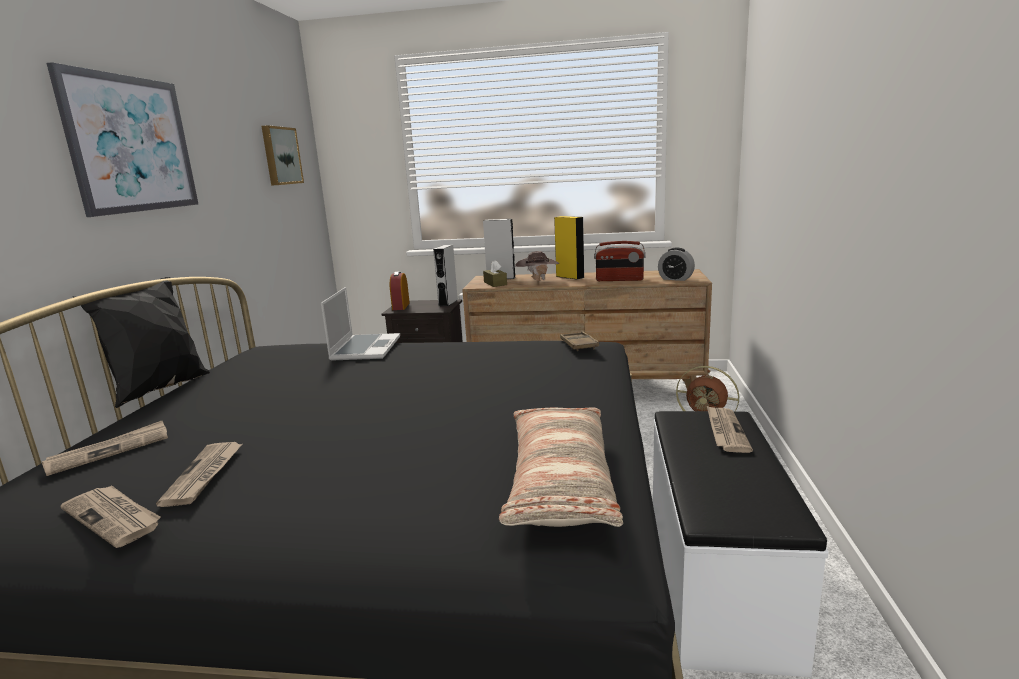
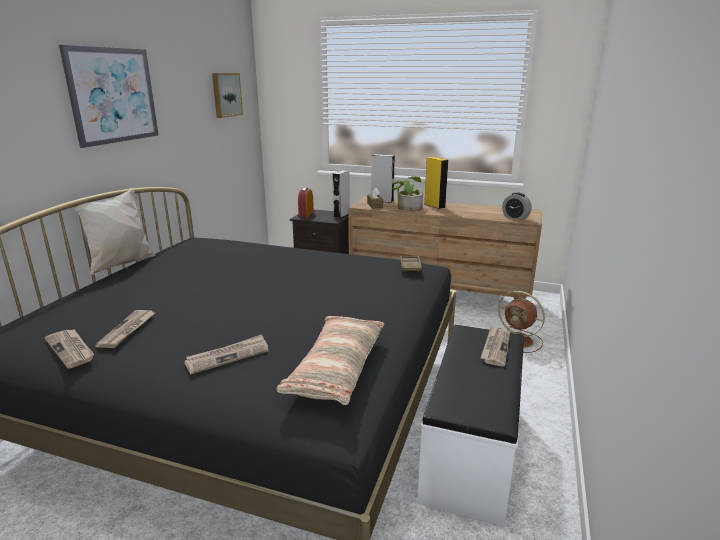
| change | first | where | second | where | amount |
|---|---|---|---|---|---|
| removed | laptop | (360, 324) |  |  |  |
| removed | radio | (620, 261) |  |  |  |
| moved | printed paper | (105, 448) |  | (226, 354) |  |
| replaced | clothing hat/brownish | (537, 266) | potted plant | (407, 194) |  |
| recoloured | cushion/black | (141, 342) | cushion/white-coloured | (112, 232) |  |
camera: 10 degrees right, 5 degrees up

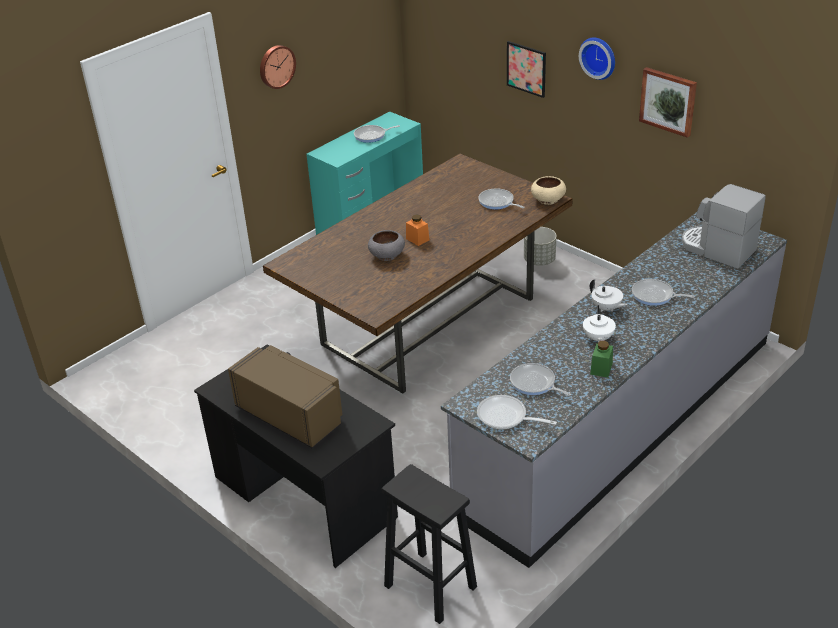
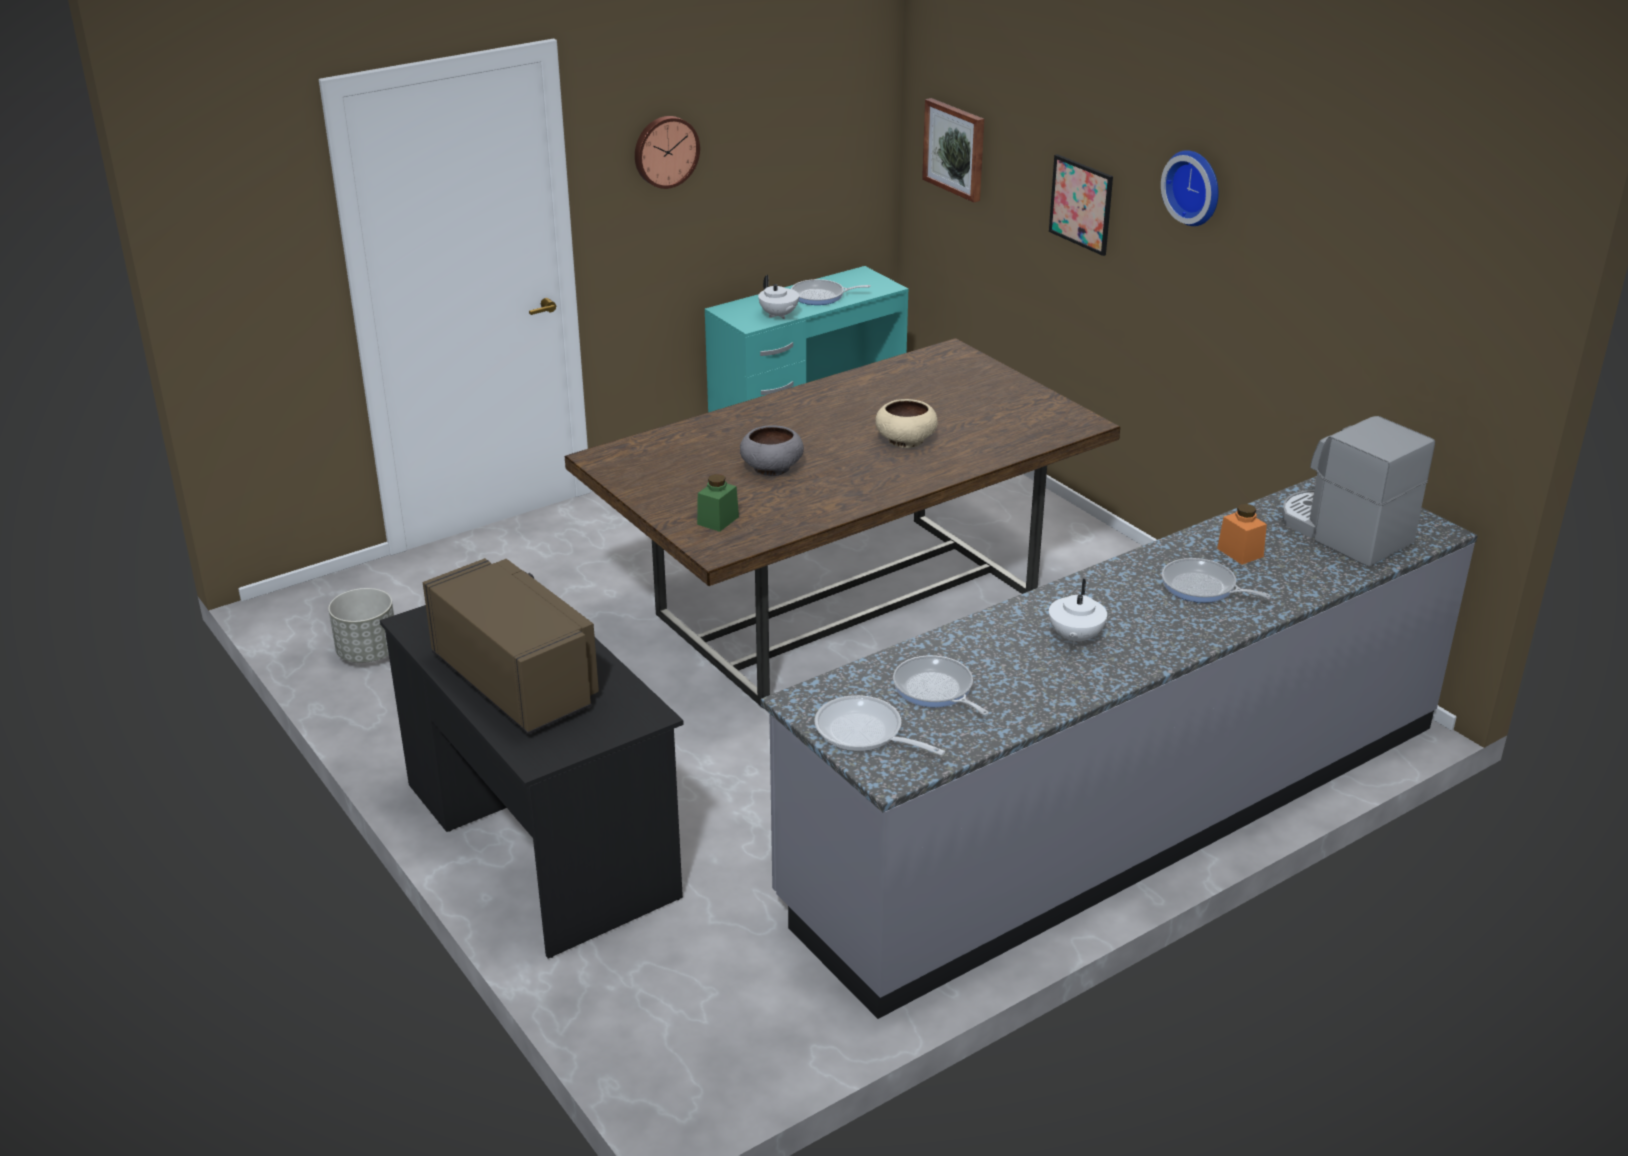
| change | first | where | second | where | amount |
|---|---|---|---|---|---|
| removed | stool seat/black | (429, 544) |  |  |  |
| removed | frying pan | (501, 199) |  |  |  |
| moved | preserve jar/orange | (417, 230) |  | (1242, 534) |  |
| moved | planter/greyish | (540, 246) |  | (361, 625) |  |
| moved | deep dish/beige | (548, 190) |  | (906, 423) |  |
| moved | pot for tea/white-coloured | (608, 295) |  | (778, 297) |  |
| moved | preserve jar/green | (601, 359) |  | (718, 503) |  |
| moved | wall picture | (668, 102) |  | (953, 150) |  |
camera: 10 degrees right, 5 degrees down

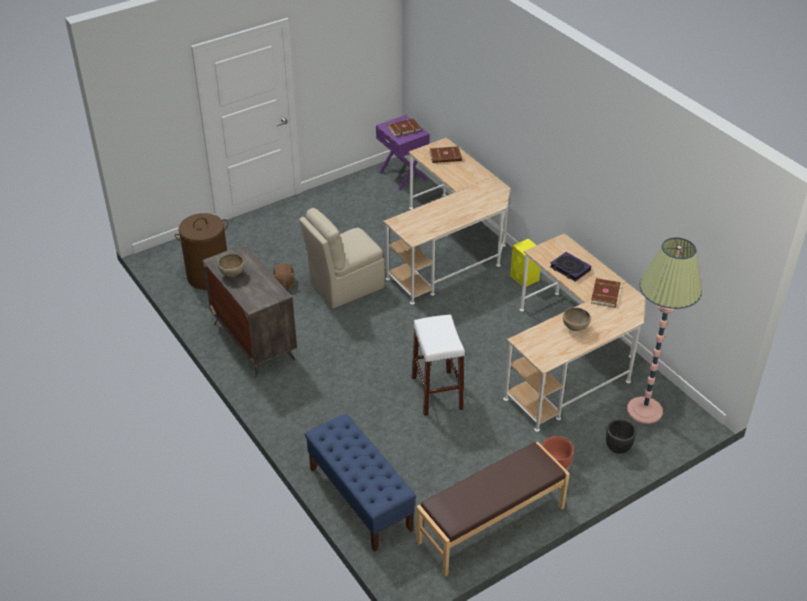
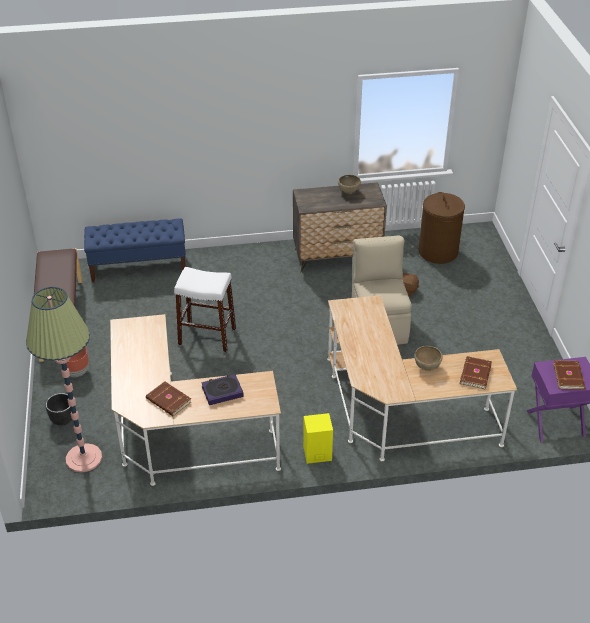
| change | first | where | second | where | amount |
|---|---|---|---|---|---|
| moved | deep dish/brownish | (577, 319) |  | (428, 358) |  |
camera: 115 degrees right, 0 degrees up

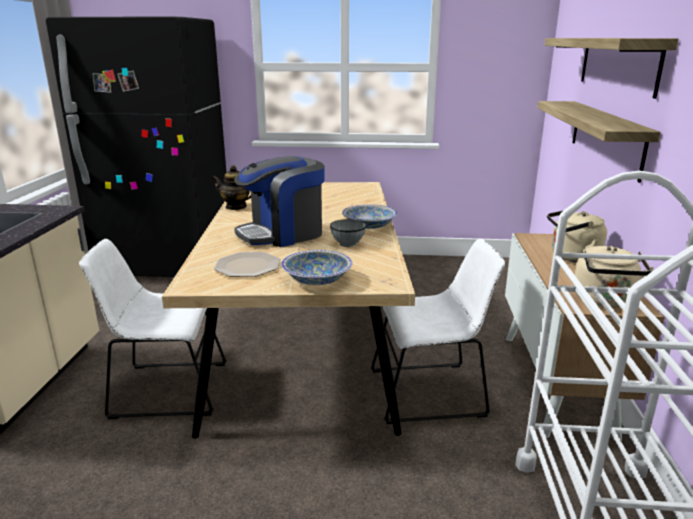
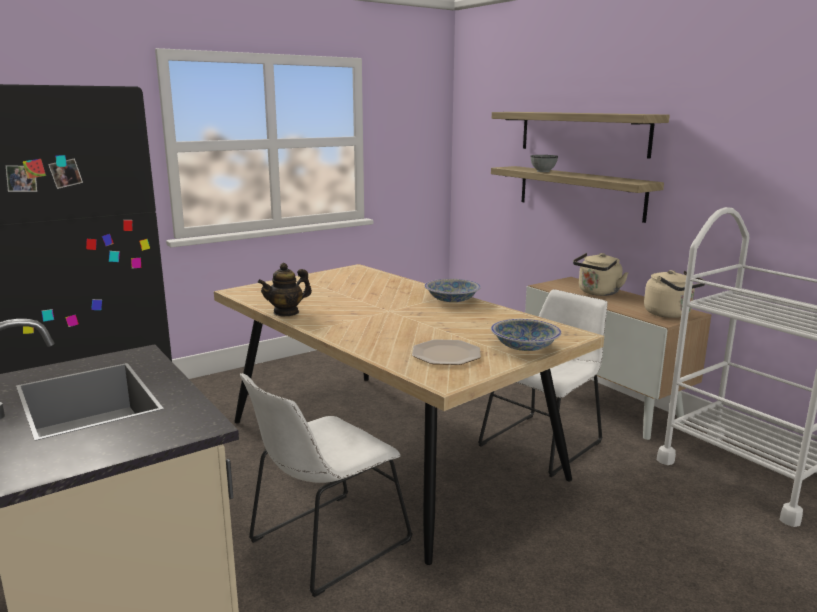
| change | first | where | second | where | amount |
|---|---|---|---|---|---|
| removed | coffee maker | (279, 201) |  |  |  |
| moved | deep dish/greyish | (348, 233) |  | (544, 163) |  |
camera: 40 degrees left, 5 degrees down

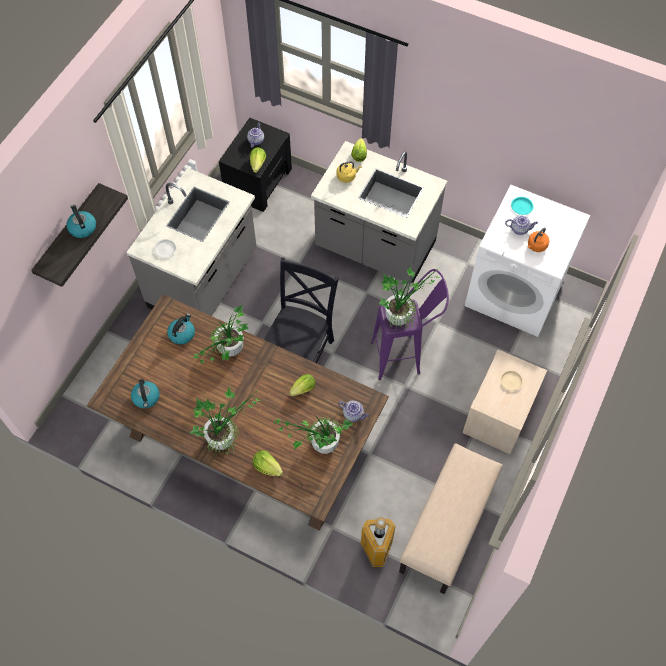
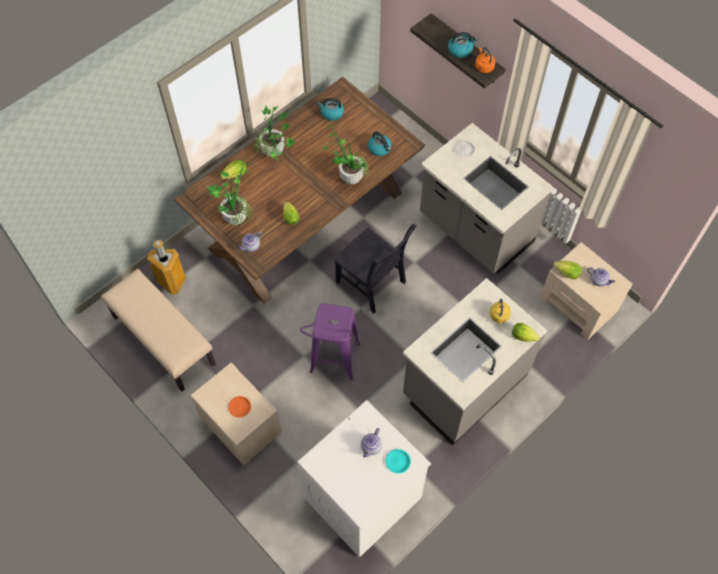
| change | first | where | second | where | amount |
|---|---|---|---|---|---|
| removed | potted plant | (409, 298) |  |  |  |
| moved | tea kettle/orange | (538, 240) |  | (485, 60) |  |
| recoloured | bedside table/black | (255, 165) | bedside table/beige | (586, 291) |  |
| recoloured | dinner plate/beige | (511, 380) | dinner plate/orange | (239, 407) |  |
camera: 110 degrees right, 0 degrees up

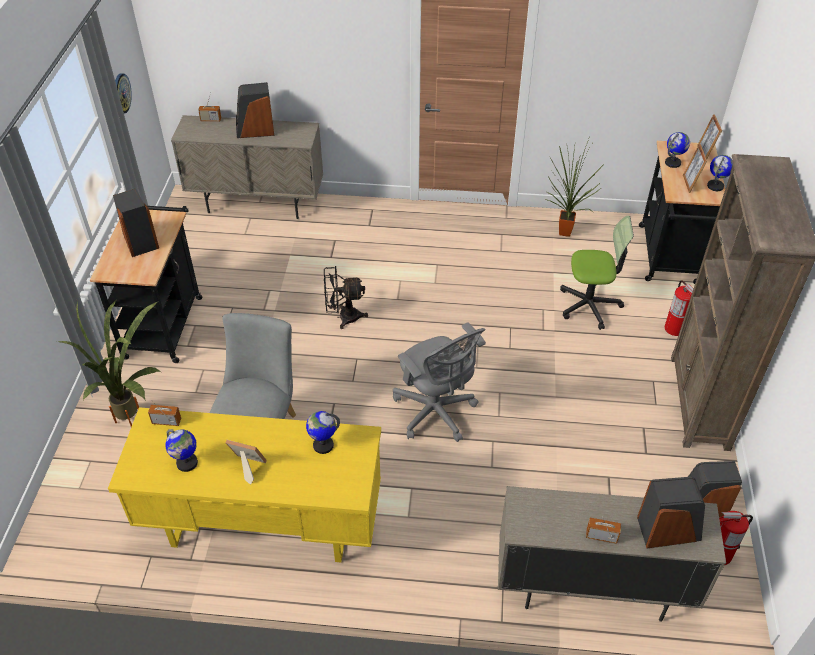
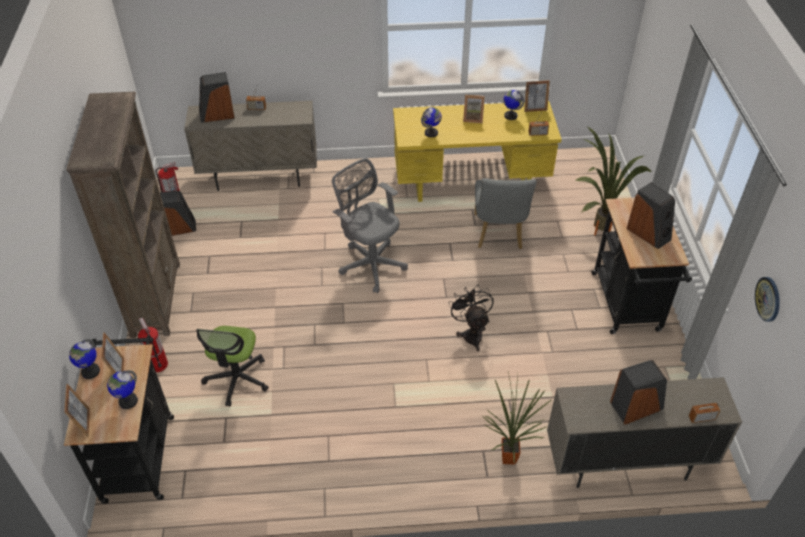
| change | first | where | second | where | amount |
|---|---|---|---|---|---|
| added |  |  | photo frame | (537, 96) |  |
| moved | potted plant | (575, 188) |  | (517, 418) |  |
| turned | fan/black | (346, 297) |  | (471, 317) | 90 degrees counterclockwise |
| turned | computer chair | (597, 273) |  | (232, 366) | 75 degrees counterclockwise |
camera: 170 degrees right, 0 degrees up

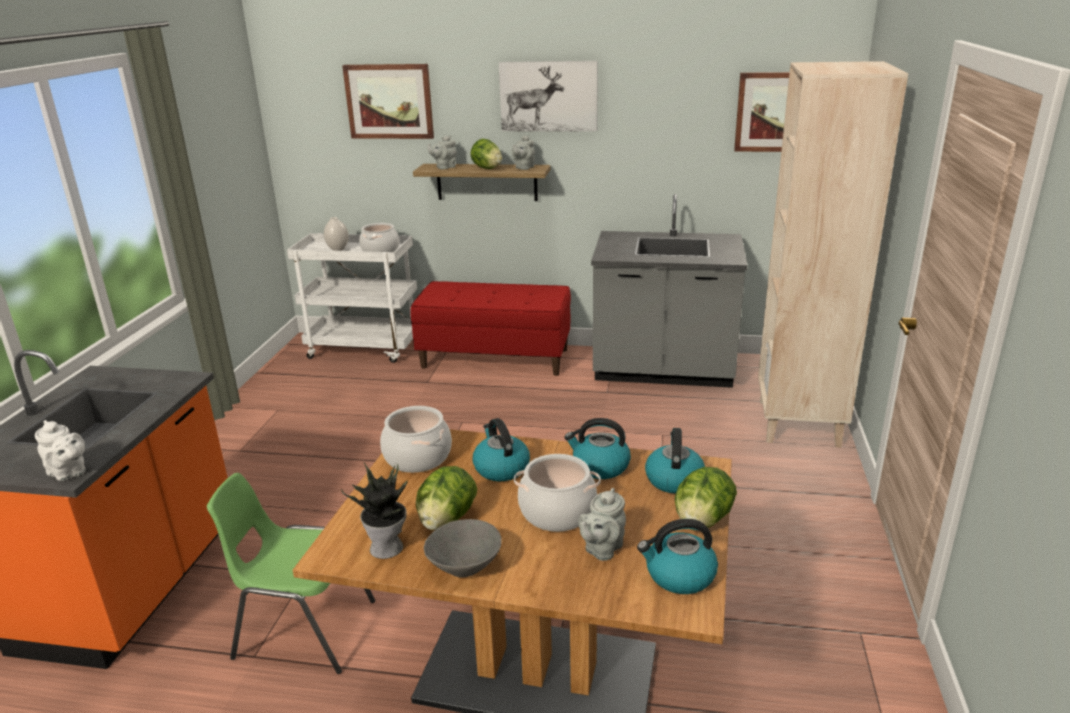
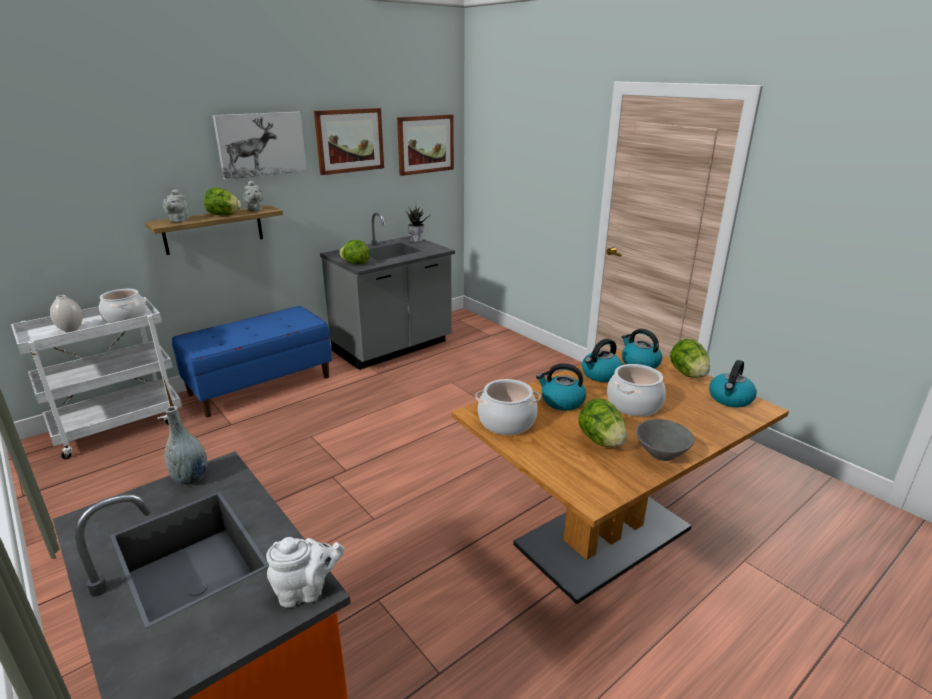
| change | first | where | second | where | amount |
|---|---|---|---|---|---|
| removed | upright chair/green | (291, 573) |  |  |  |
| removed | pot for tea/greyish | (602, 524) |  |  |  |
| removed | bookshelf/beige | (833, 254) |  |  |  |
| added |  |  | decorative vase/greyish | (185, 445) |  |
| added |  |  | lettuce | (354, 252) |  |
| moved | potted plant | (374, 511) |  | (417, 224) |  |
| moved | wall picture | (388, 101) |  | (349, 141) |  |
| recoloured | bench/reddish | (490, 328) | bench/blue-coloured | (252, 361) |  |
camera: 50 degrees left, 0 degrees up

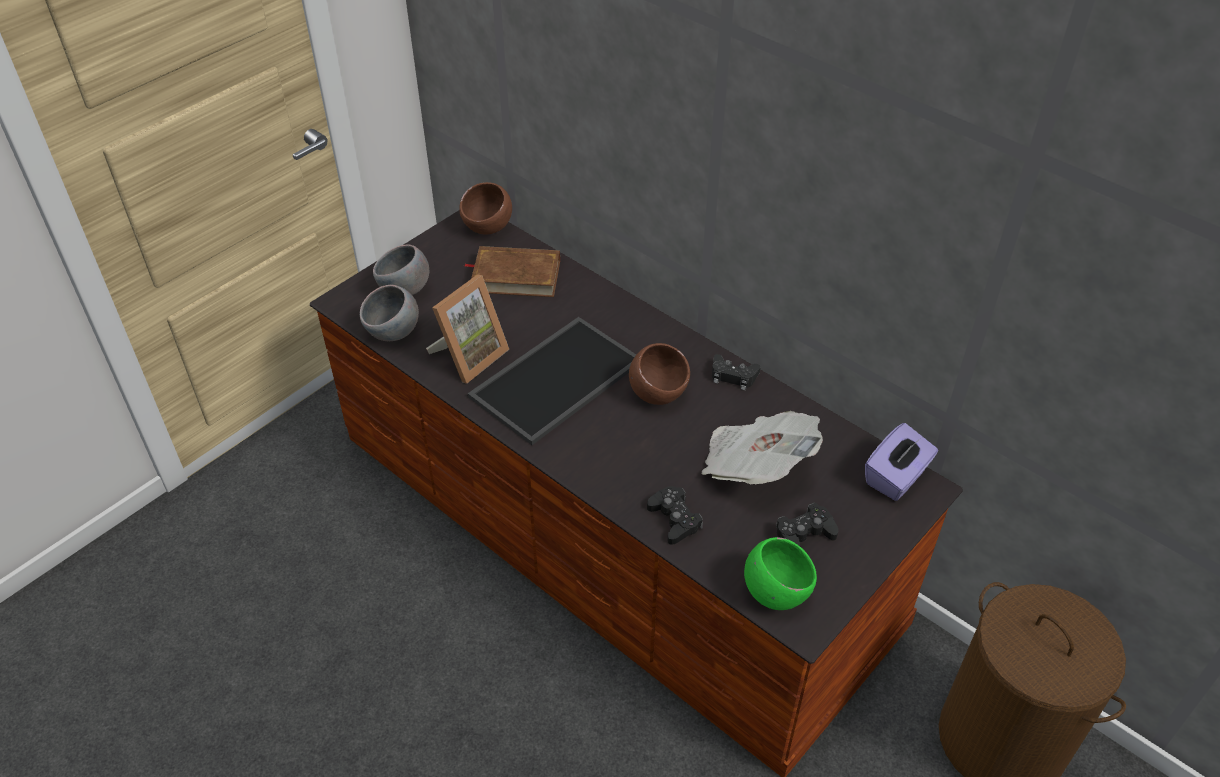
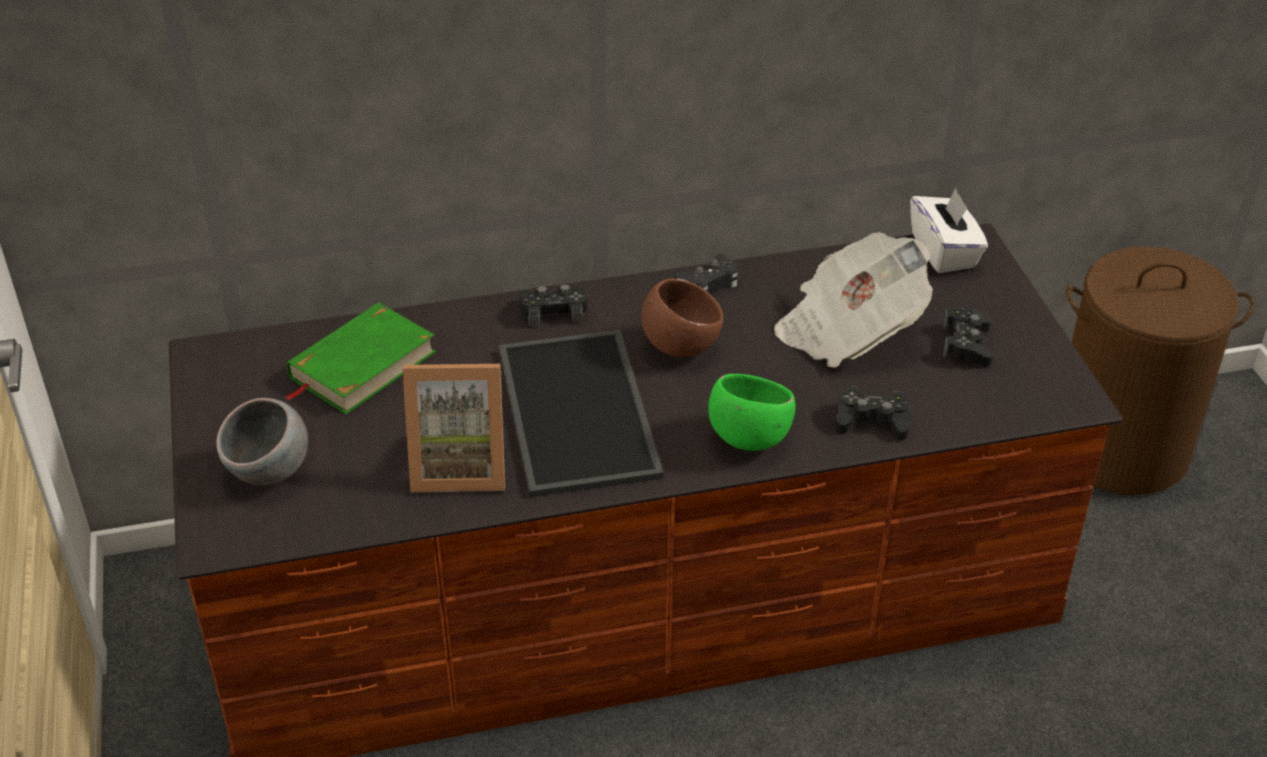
| change | first | where | second | where | amount |
|---|---|---|---|---|---|
| removed | deep dish/greyish | (389, 313) |  |  |  |
| removed | deep dish/brownish | (485, 208) |  |  |  |
| added |  |  | joypad/black | (553, 305) |  |
| moved | deep dish/green | (780, 573) |  | (751, 412) |  |
| recoloured | book/brownish | (512, 271) | book/green | (360, 358) |  |
| recoloured | tissue box/purple-coloured | (901, 462) | tissue box/white-coloured | (949, 230) |  |
| turned | photo frame | (467, 329) |  | (453, 428) | 105 degrees clockwise |
camera: 55 degrees left, 5 degrees down

